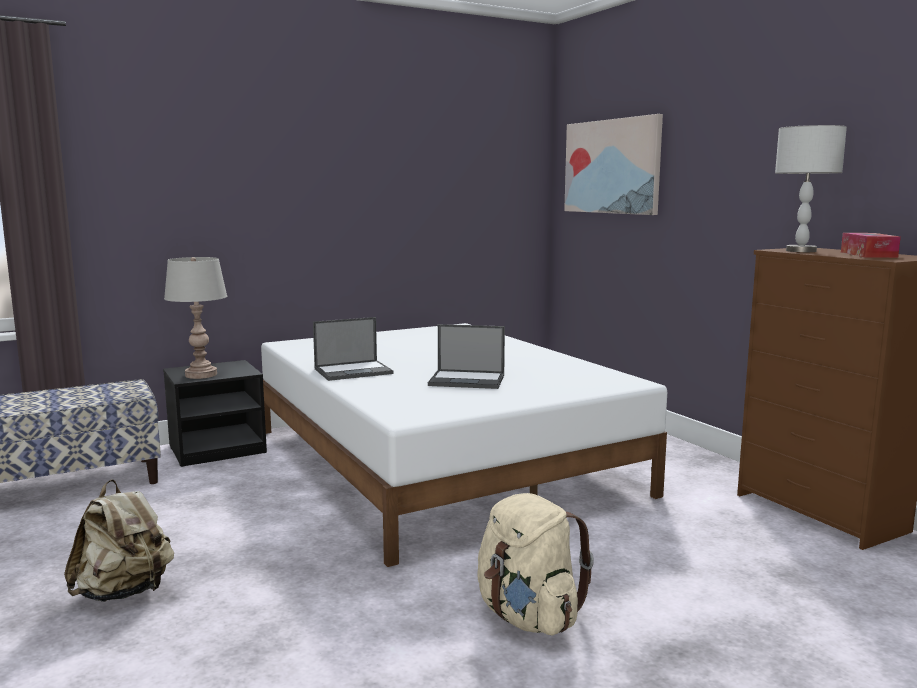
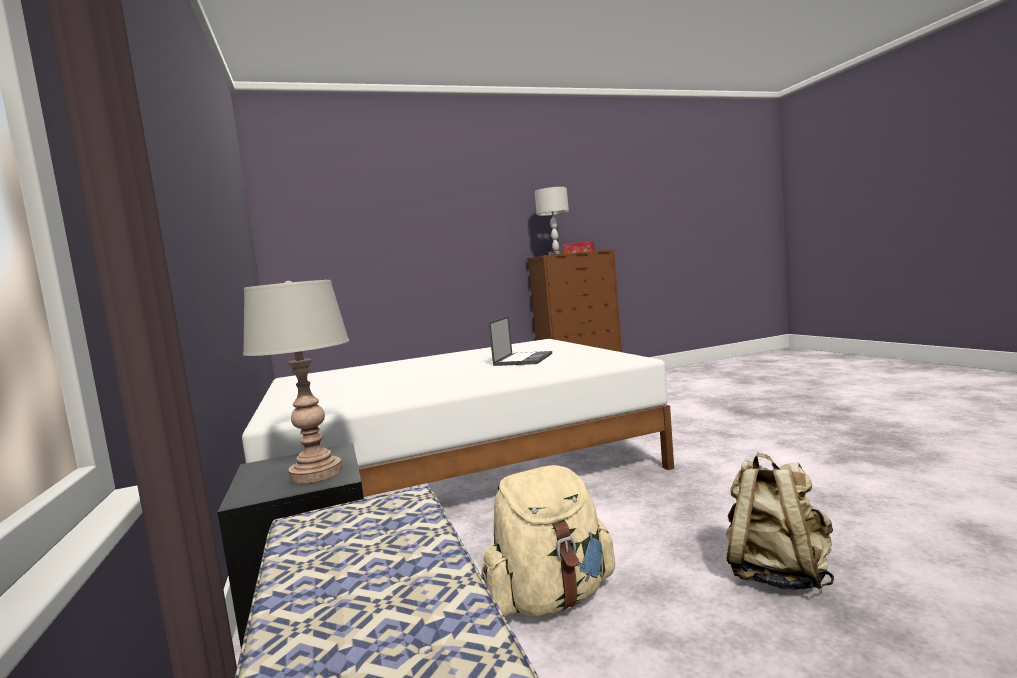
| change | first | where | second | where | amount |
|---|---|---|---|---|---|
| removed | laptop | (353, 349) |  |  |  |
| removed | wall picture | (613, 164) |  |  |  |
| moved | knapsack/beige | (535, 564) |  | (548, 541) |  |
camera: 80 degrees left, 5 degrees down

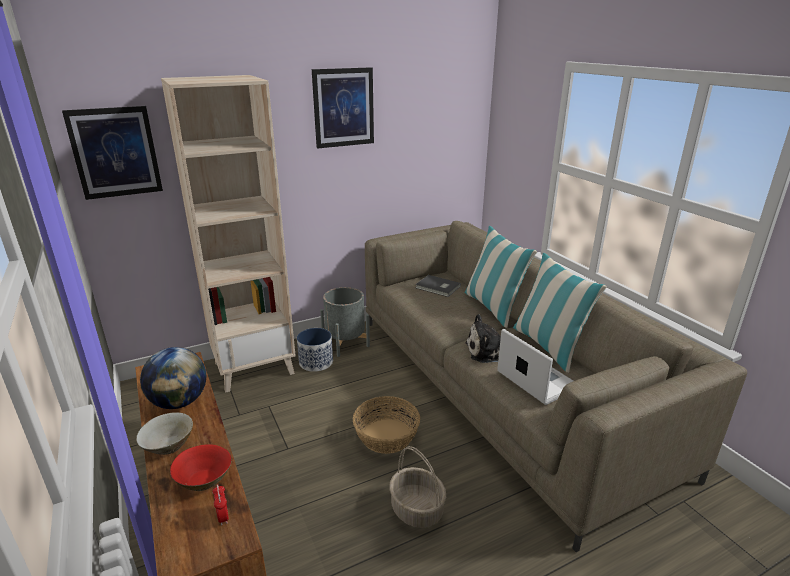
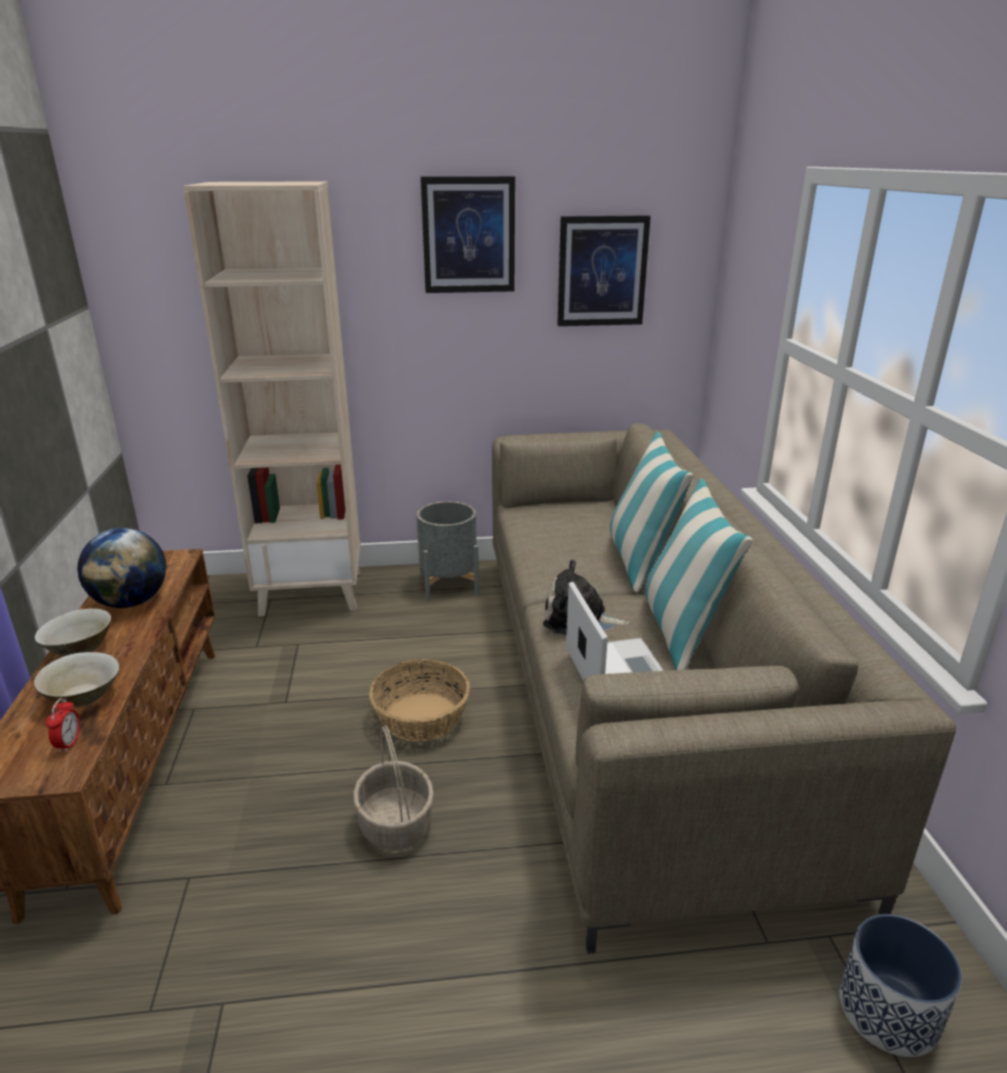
| change | first | where | second | where | amount |
|---|---|---|---|---|---|
| removed | book/greyish | (438, 286) |  |  |  |
| moved | wall picture | (112, 153) |  | (604, 271) |  |
| moved | planter | (315, 350) |  | (900, 985) |  |
| recoloured | deep dish/reddish | (200, 467) | deep dish/beige | (76, 680) |  |
camera: 20 degrees right, 0 degrees up

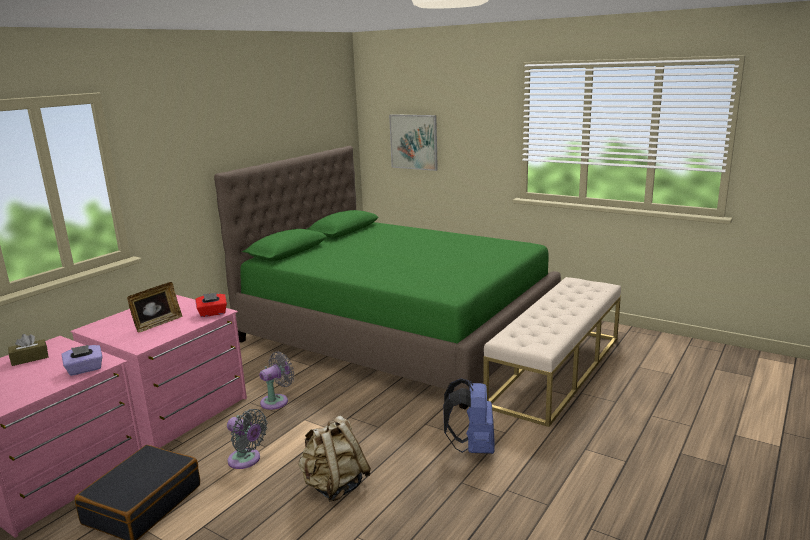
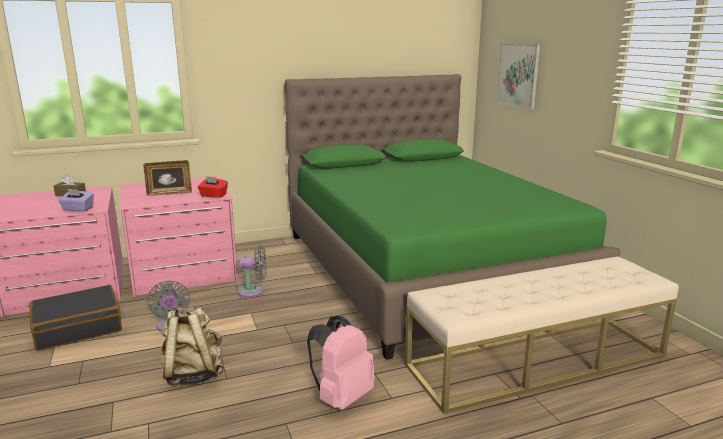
| change | first | where | second | where | amount |
|---|---|---|---|---|---|
| recoloured | knapsack/blue-coloured | (469, 416) | knapsack/pink-coloured | (341, 363) |  |
camera: 35 degrees right, 0 degrees up

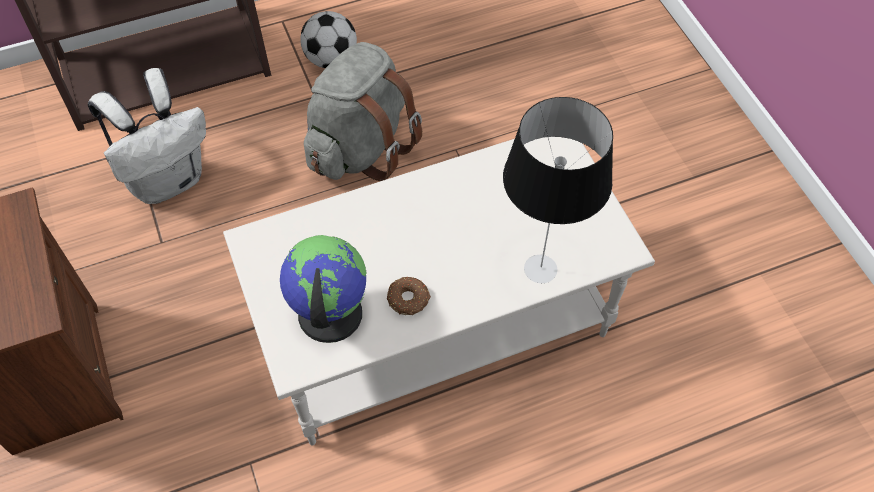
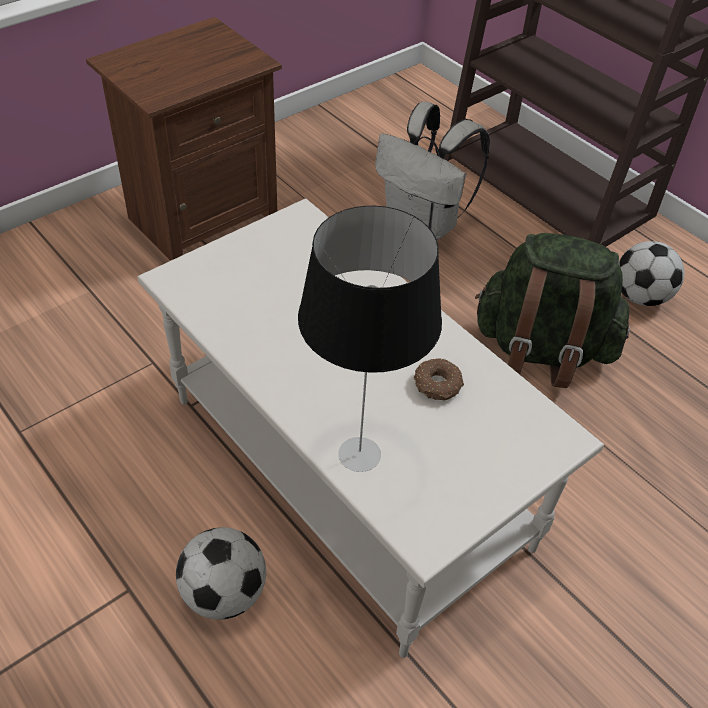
| change | first | where | second | where | amount |
|---|---|---|---|---|---|
| removed | globe | (323, 289) |  |  |  |
| added |  |  | ball for football | (221, 573) |  |
| moved | doughnut | (409, 296) |  | (439, 379) |  |
| recoloured | knapsack/greyish | (363, 111) | knapsack/green | (552, 310) |  |
camera: 70 degrees right, 10 degrees down

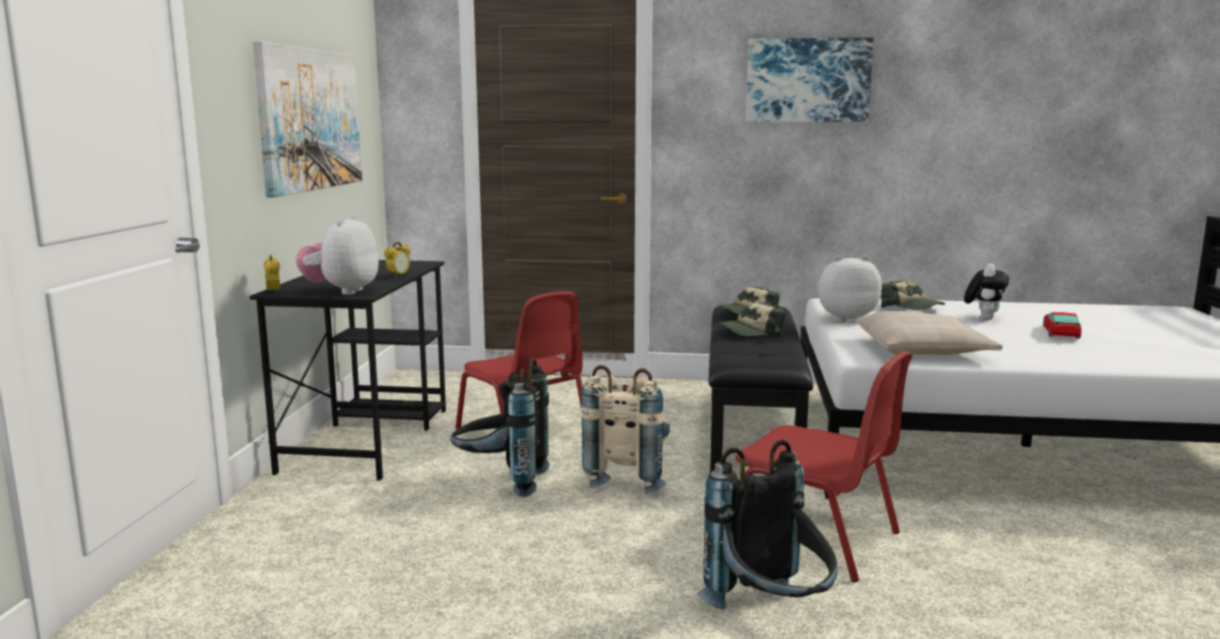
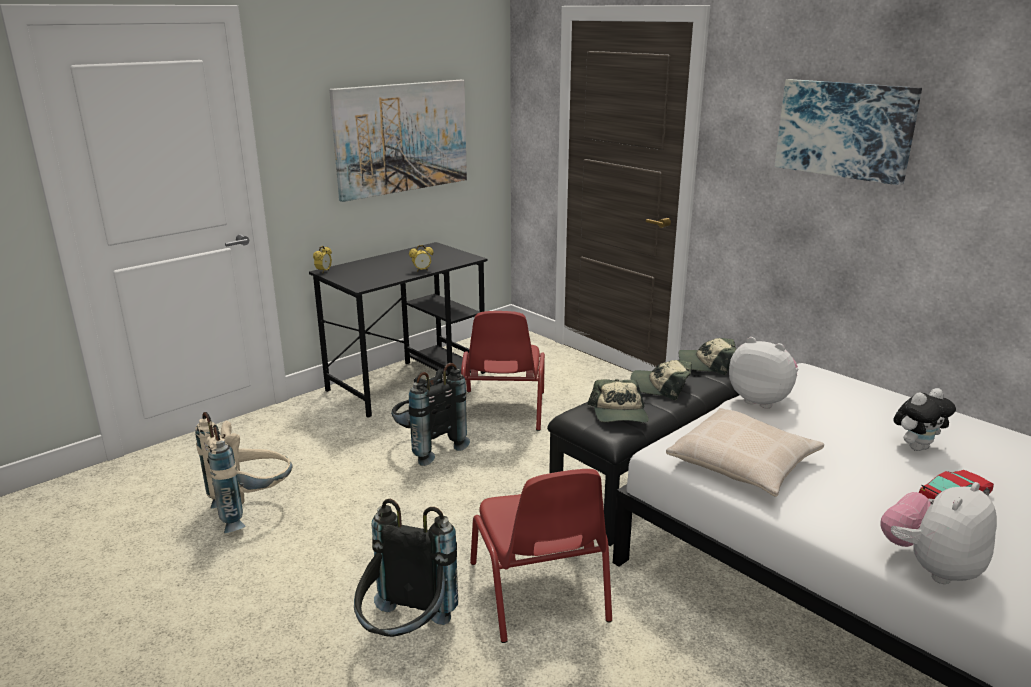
| change | first | where | second | where | amount |
|---|---|---|---|---|---|
| moved | plush toy | (337, 255) |  | (939, 533) |  |
| moved | knapsack/beige | (625, 430) |  | (244, 472) |  |
| moved | cap | (913, 295) |  | (618, 401) |  |
camera: 40 degrees right, 10 degrees up

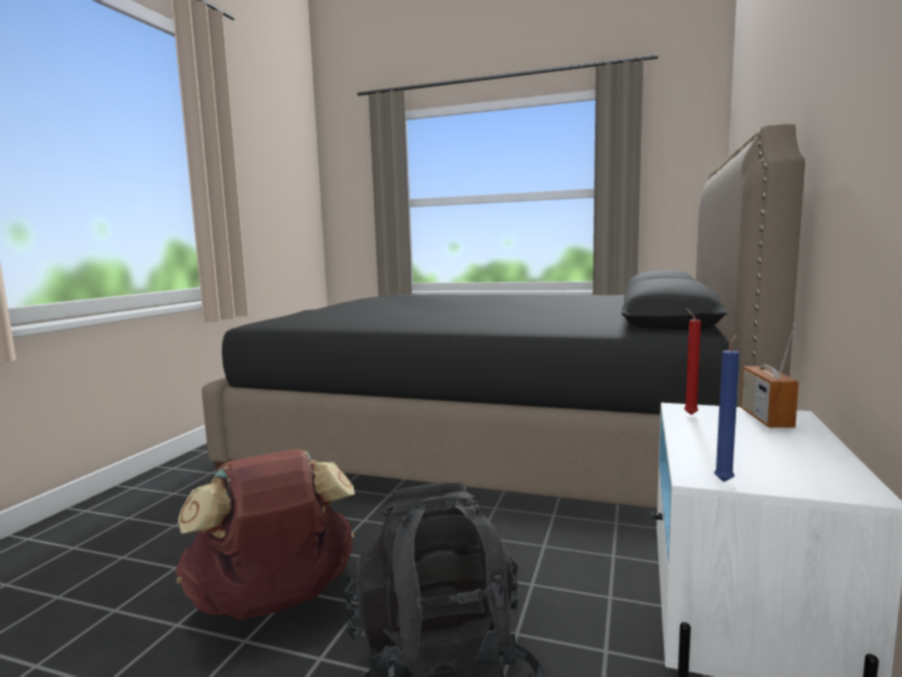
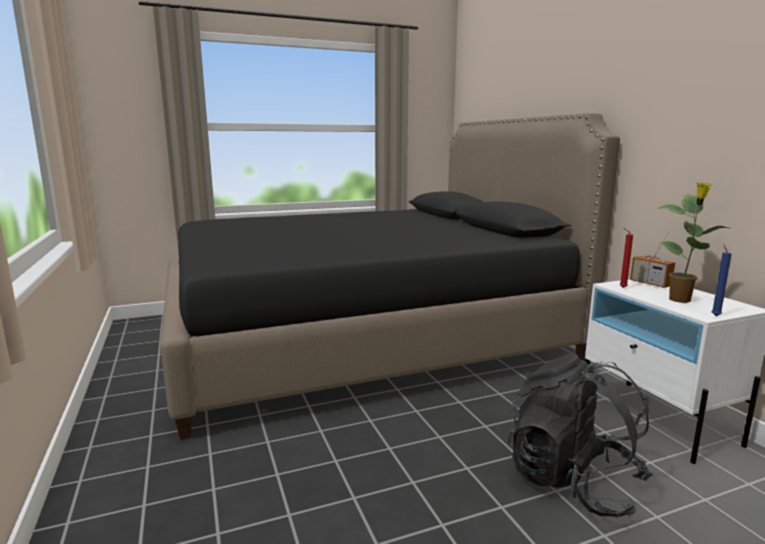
| change | first | where | second | where | amount |
|---|---|---|---|---|---|
| removed | knapsack/brownish | (265, 534) |  |  |  |
| added |  |  | potted plant | (693, 242) |  |
camera: 40 degrees left, 5 degrees up

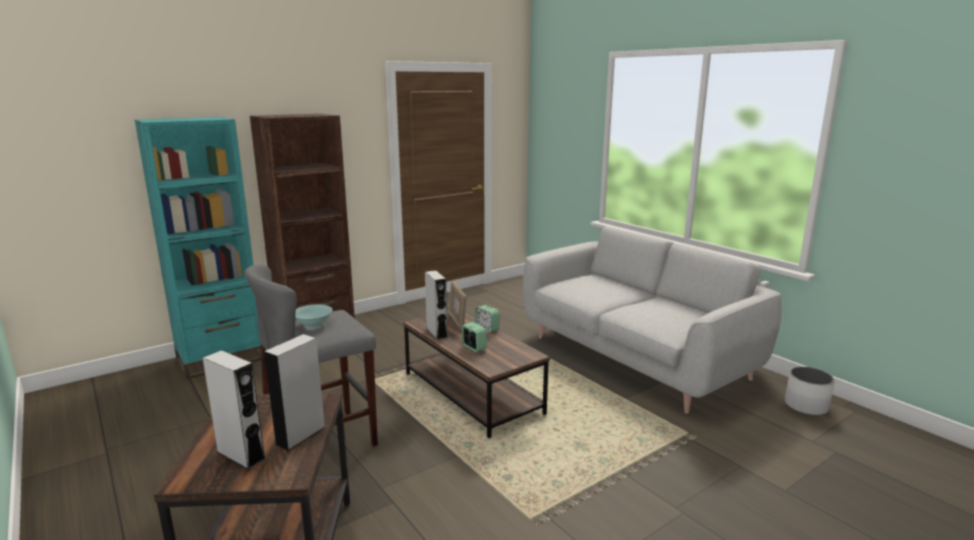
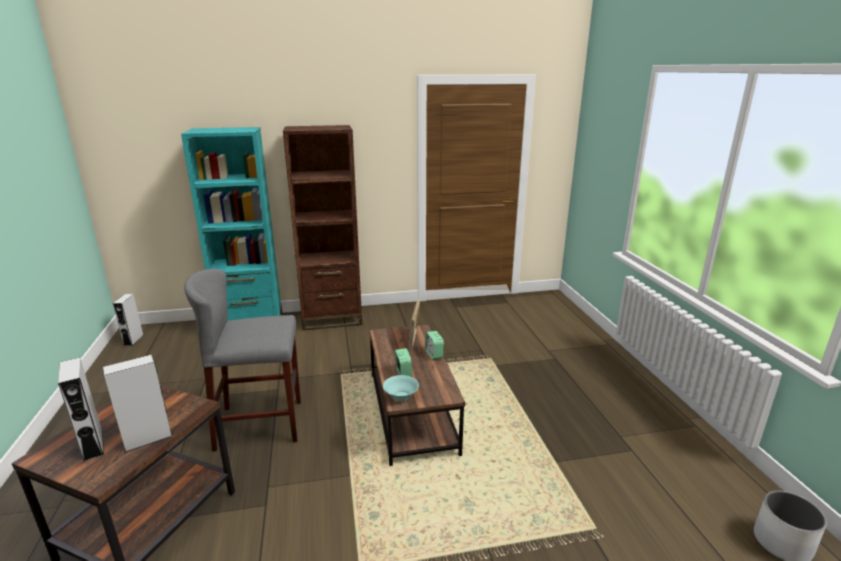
| change | first | where | second | where | amount |
|---|---|---|---|---|---|
| removed | couch/greyish | (652, 320) |  |  |  |
| moved | deep dish/turquoise-coloured | (313, 316) |  | (401, 388) |  |
| moved | audio speaker/greyish | (436, 305) |  | (128, 320) |  |
camera: 25 degrees right, 5 degrees up

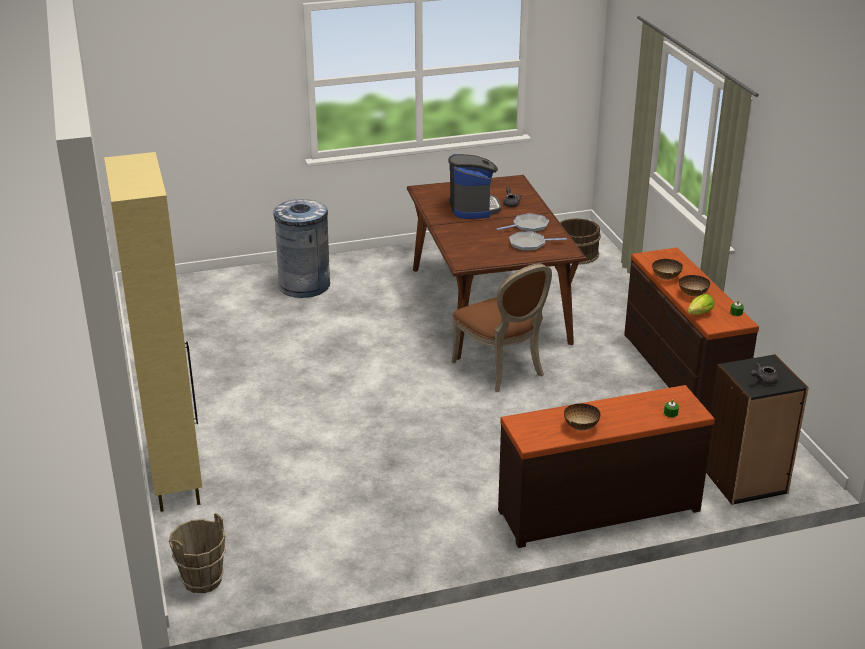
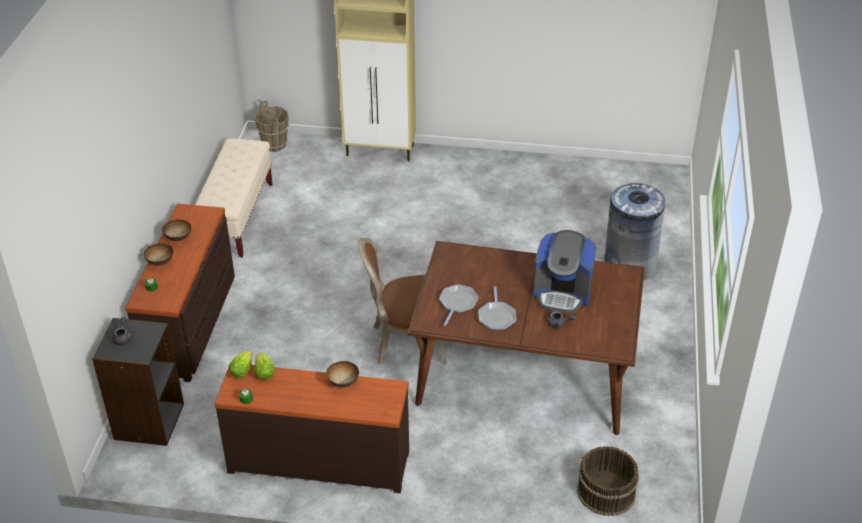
| change | first | where | second | where | amount |
|---|---|---|---|---|---|
| added |  |  | bench/beige | (234, 198) |  |
| added |  |  | lettuce | (240, 364) |  |
| moved | deep dish | (694, 286) |  | (158, 254) |  |
camera: 115 degrees right, 10 degrees up

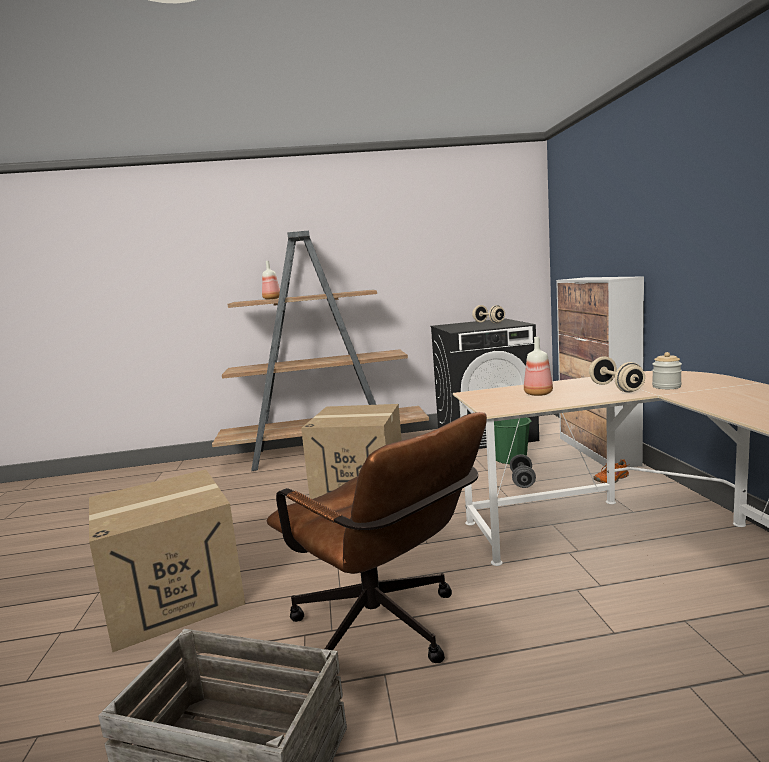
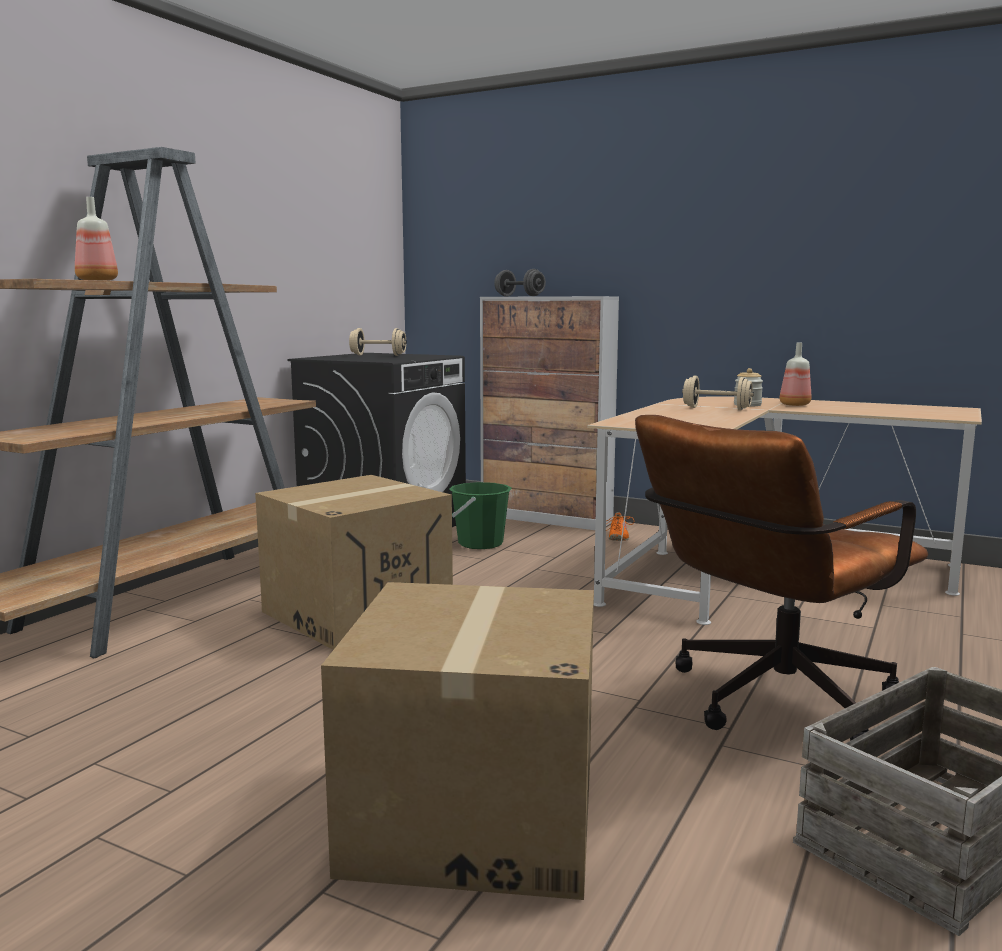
| change | first | where | second | where | amount |
|---|---|---|---|---|---|
| moved | free weight/greyish | (523, 471) |  | (520, 282) |  |
| moved | drink bottle | (538, 366) |  | (795, 374) |  |
| turned | computer chair/brownish | (377, 542) |  | (781, 578) | 150 degrees clockwise |
camera: 55 degrees left, 0 degrees up

